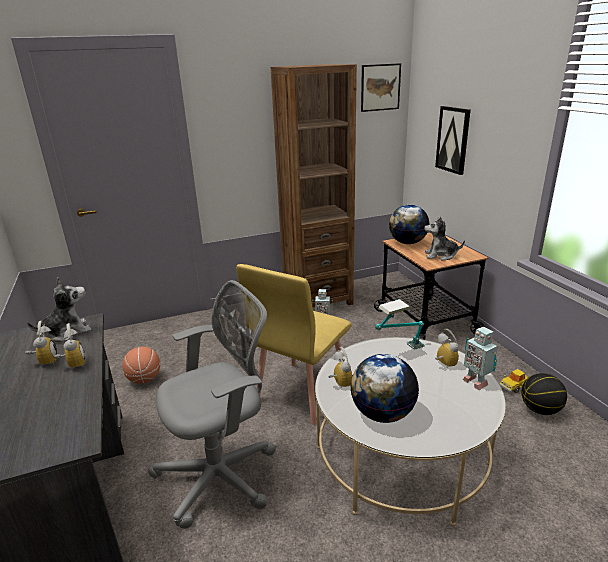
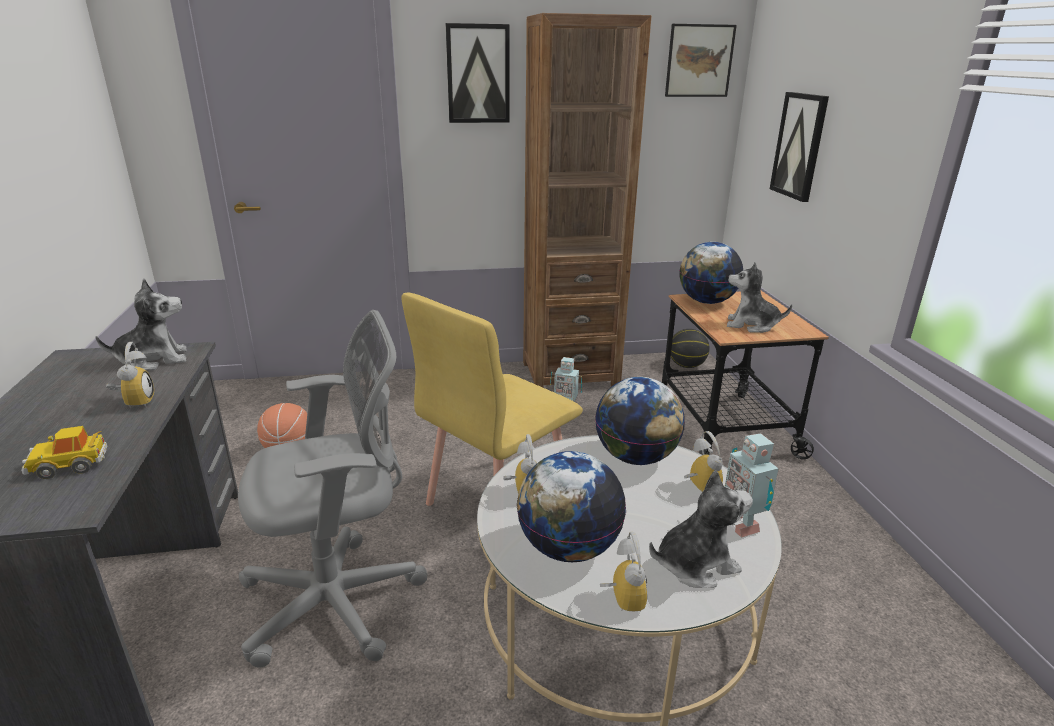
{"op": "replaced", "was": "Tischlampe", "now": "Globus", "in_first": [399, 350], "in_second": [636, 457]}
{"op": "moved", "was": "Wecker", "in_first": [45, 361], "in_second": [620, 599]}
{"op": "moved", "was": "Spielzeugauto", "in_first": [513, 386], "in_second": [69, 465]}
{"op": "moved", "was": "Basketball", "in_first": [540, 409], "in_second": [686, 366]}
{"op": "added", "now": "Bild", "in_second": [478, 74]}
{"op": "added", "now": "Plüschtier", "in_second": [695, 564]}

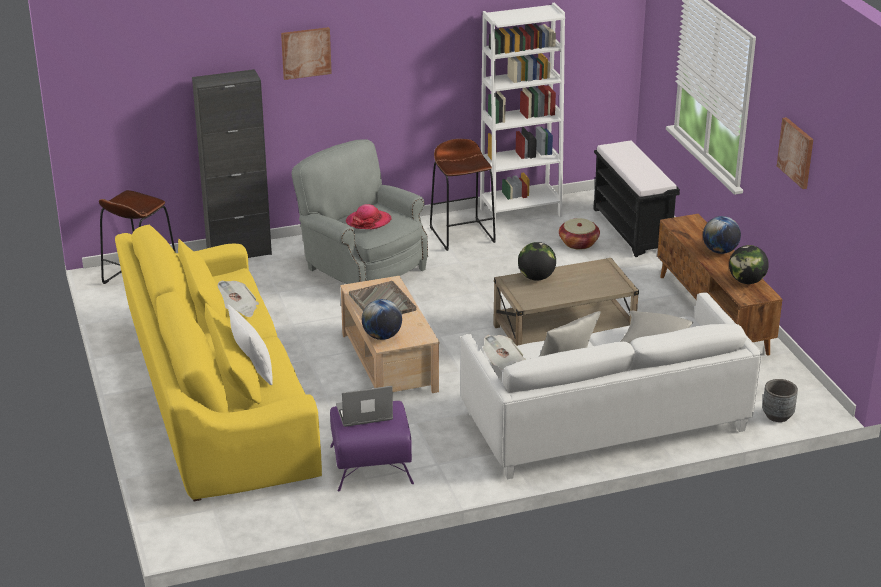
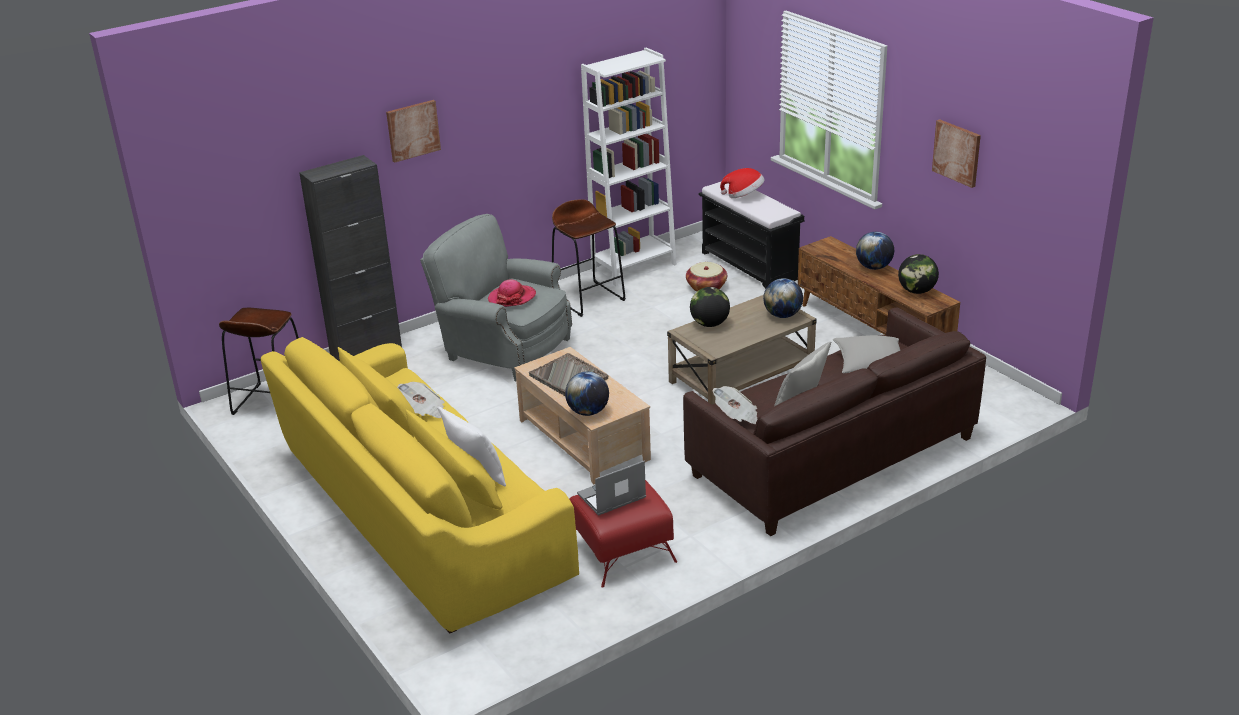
{"op": "recoloured", "was": "Sofa [weiß]", "now": "Sofa [braun]", "in_first": [604, 421], "in_second": [831, 456]}
{"op": "removed", "was": "Pflanzkübel [grau]", "in_first": [777, 416]}
{"op": "recoloured", "was": "Polsterhocker [lila]", "now": "Polsterhocker [rot]", "in_first": [370, 464], "in_second": [621, 551]}
{"op": "added", "now": "Hut", "in_second": [744, 195]}
{"op": "added", "now": "Globus", "in_second": [782, 315]}

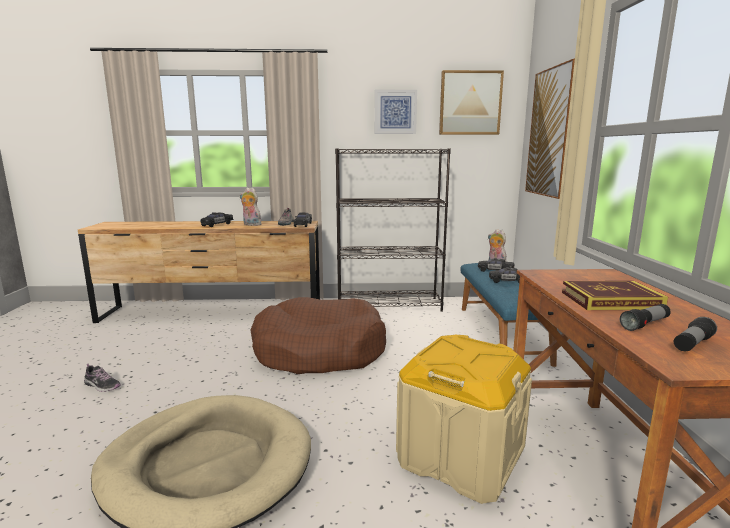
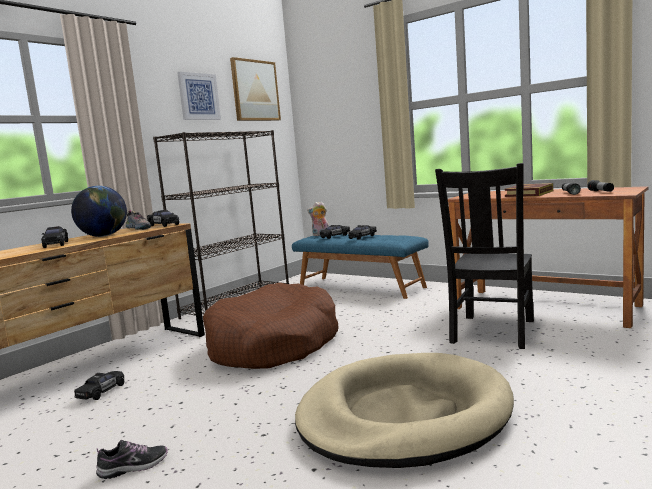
{"op": "removed", "was": "Bild", "in_first": [551, 133]}
{"op": "replaced", "was": "Plüschtier", "now": "Globus", "in_first": [251, 225], "in_second": [103, 236]}
{"op": "replaced", "was": "Aufbewahrungsbox [beige]", "now": "Stuhl [schwarz]", "in_first": [460, 456], "in_second": [492, 332]}
{"op": "added", "now": "Spielzeugauto [schwarz]", "in_second": [102, 392]}

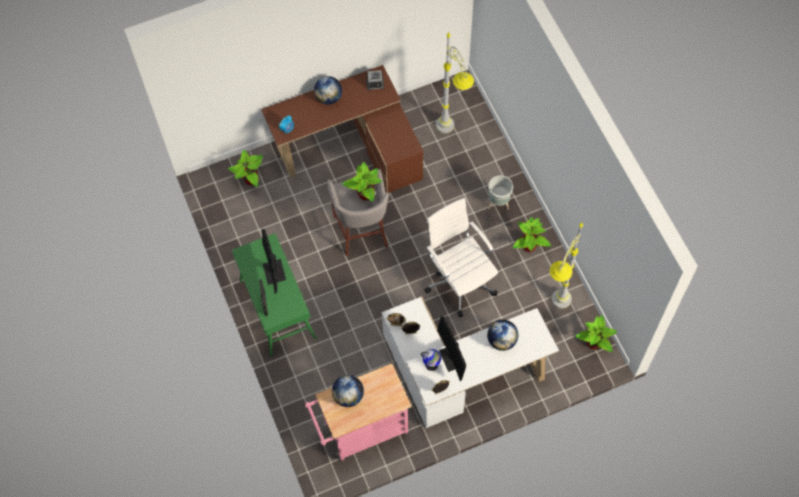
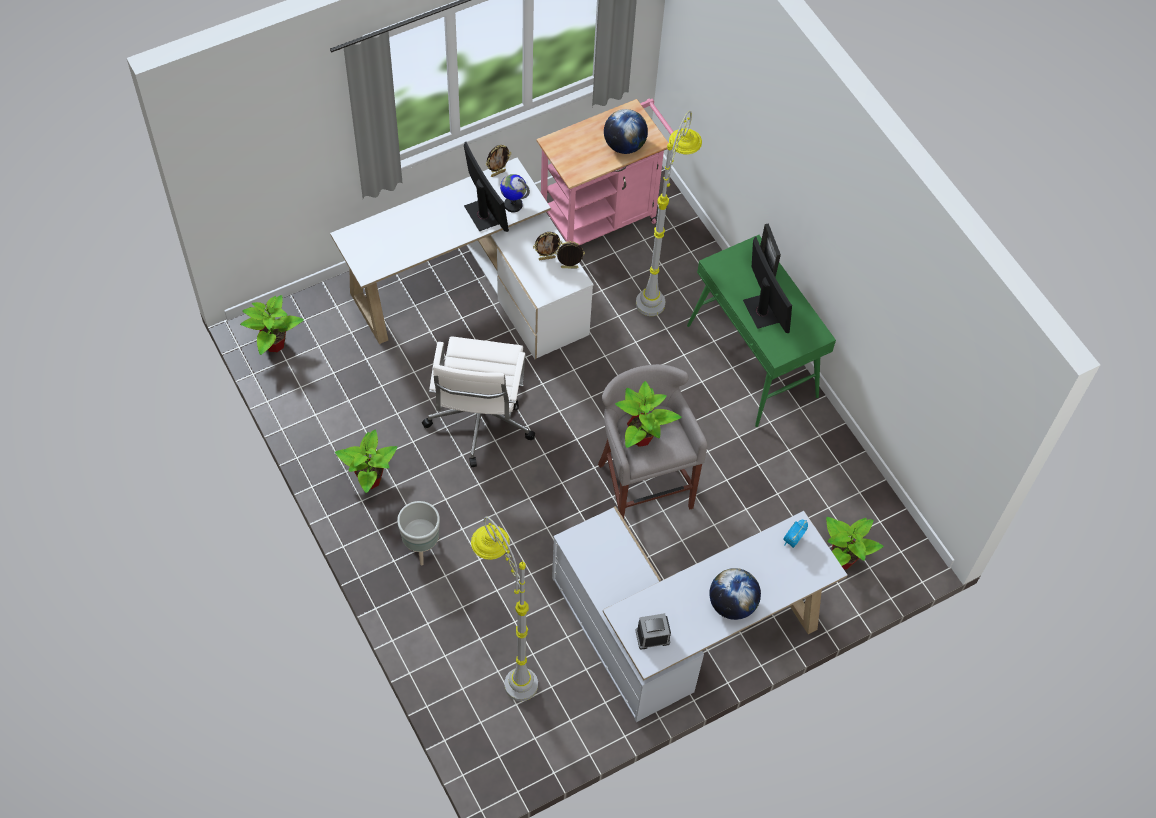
{"op": "recoloured", "was": "Schreibtisch [braun]", "now": "Schreibtisch [weiß]", "in_first": [352, 147], "in_second": [681, 630]}
{"op": "turned", "was": "Bürostuhl [weiß]", "in_first": [459, 280], "in_second": [479, 421], "clockwise": 45}
{"op": "moved", "was": "Stehlampe [grau]", "in_first": [553, 313], "in_second": [659, 284]}
{"op": "removed", "was": "Globus", "in_first": [501, 340]}

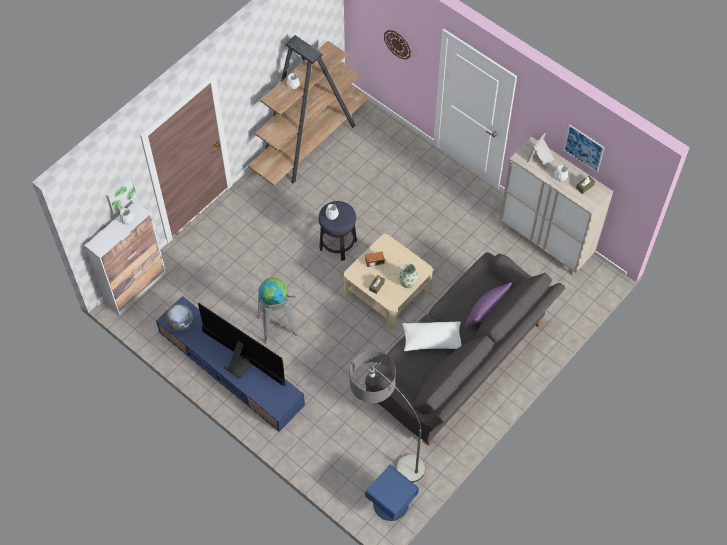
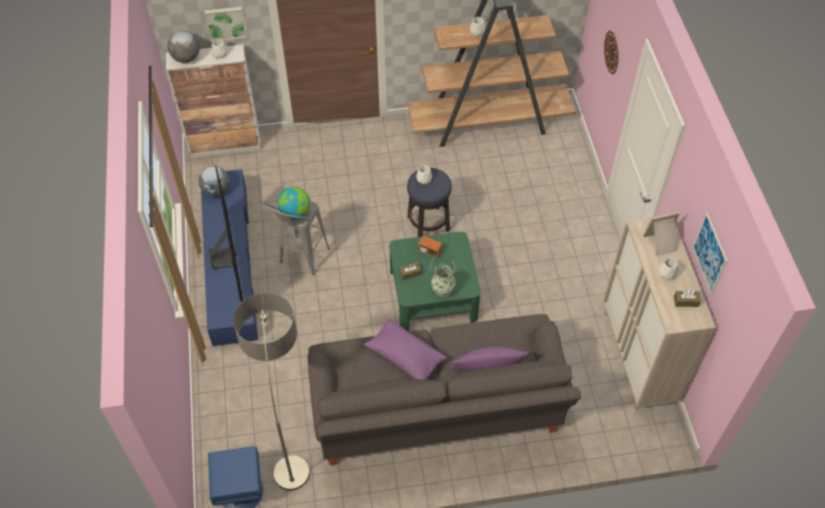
{"op": "recoloured", "was": "Couchtisch [beige]", "now": "Couchtisch [grün]", "in_first": [387, 291], "in_second": [433, 294]}
{"op": "recoloured", "was": "Kissen [weiß]", "now": "Kissen [lila]", "in_first": [432, 340], "in_second": [405, 356]}
{"op": "added", "now": "Globus", "in_second": [186, 58]}

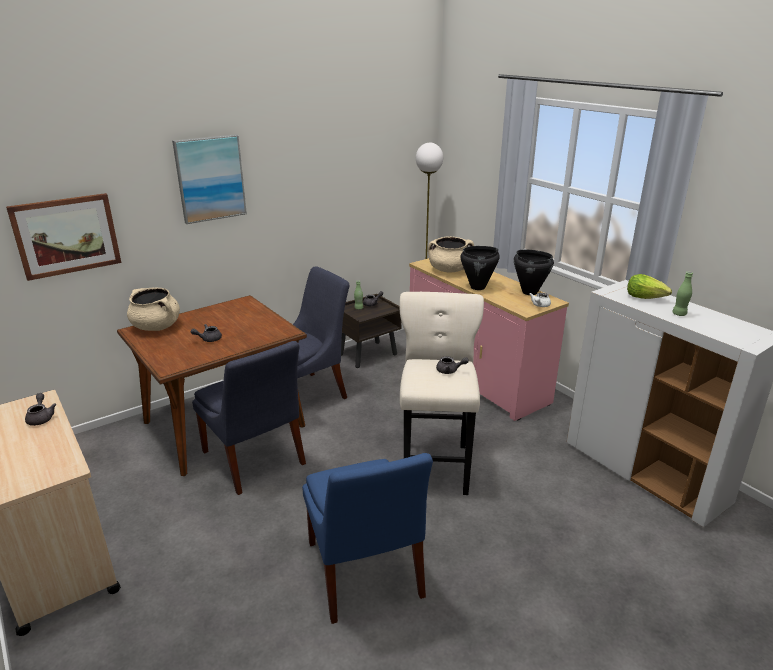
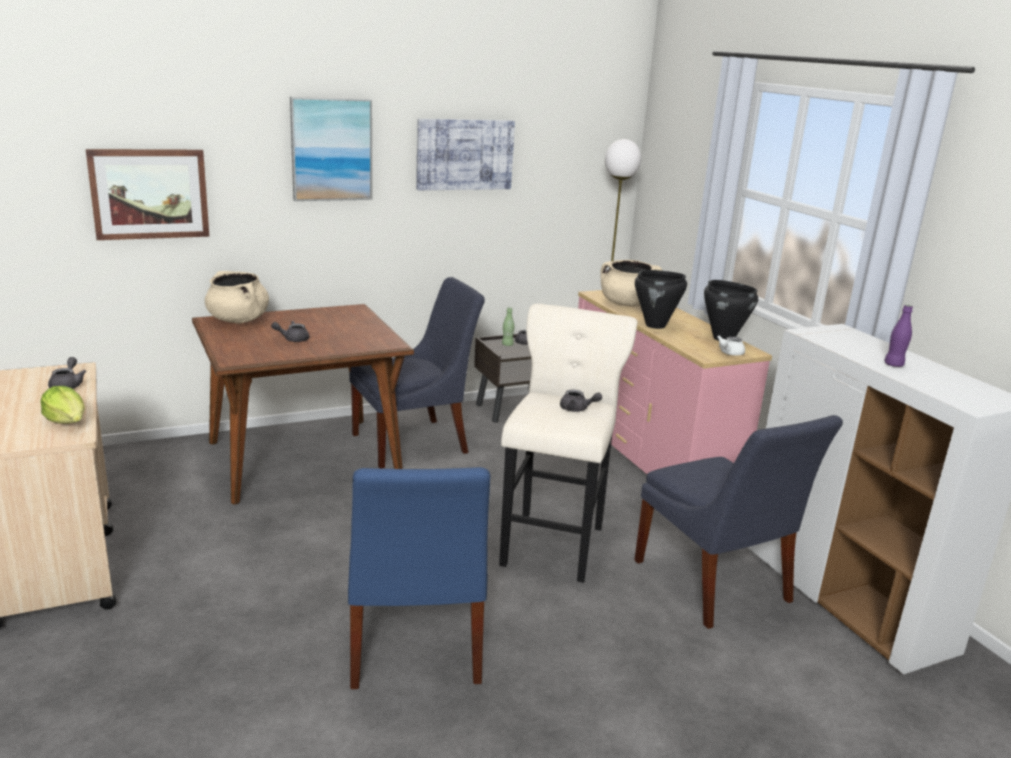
{"op": "recoloured", "was": "Flasche [grün]", "now": "Flasche [lila]", "in_first": [679, 314], "in_second": [893, 365]}
{"op": "moved", "was": "Salatkopf", "in_first": [645, 297], "in_second": [67, 422]}
{"op": "moved", "was": "Stuhl [blau]", "in_first": [254, 460], "in_second": [715, 585]}
{"op": "added", "now": "Bild", "in_second": [464, 154]}

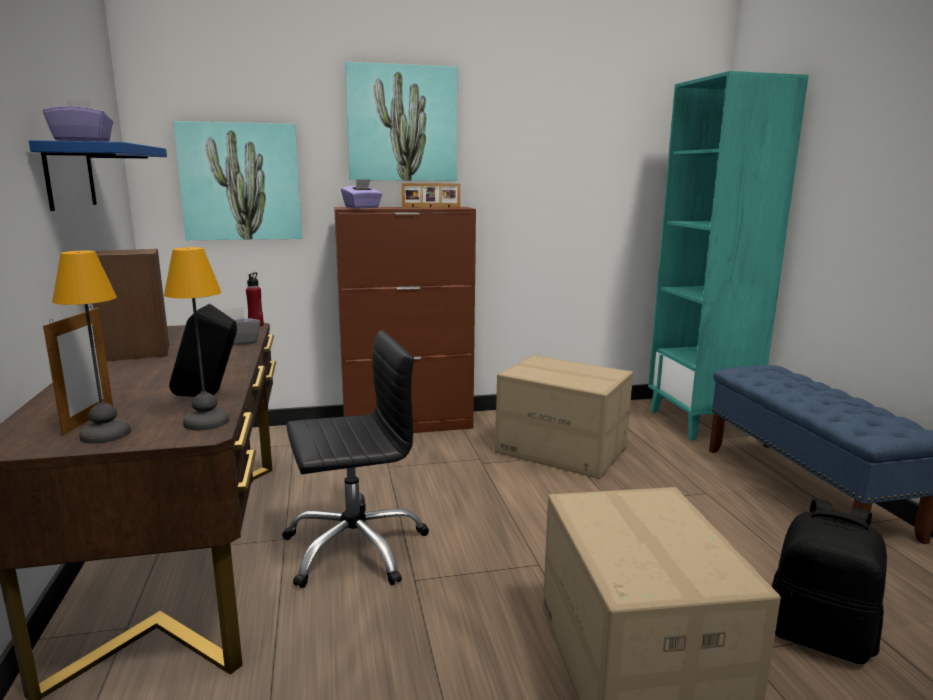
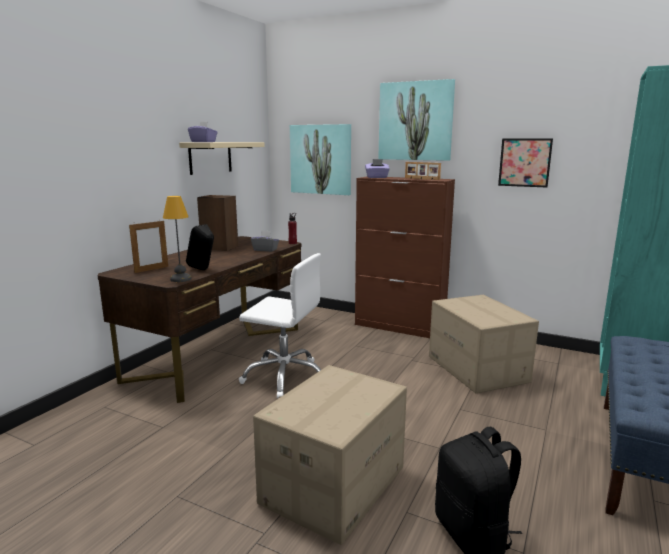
{"op": "recoloured", "was": "Wandregal [blau]", "now": "Wandregal [beige]", "in_first": [69, 176], "in_second": [210, 157]}
{"op": "removed", "was": "Tischlampe", "in_first": [107, 433]}
{"op": "recoloured", "was": "Bürostuhl [schwarz]", "now": "Bürostuhl [weiß]", "in_first": [354, 547], "in_second": [285, 376]}
{"op": "added", "now": "Bild", "in_second": [524, 162]}

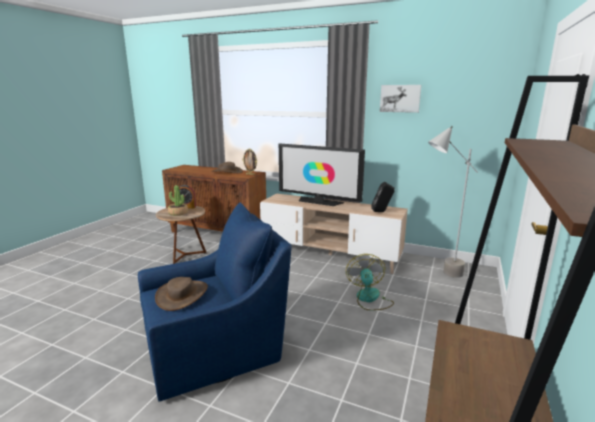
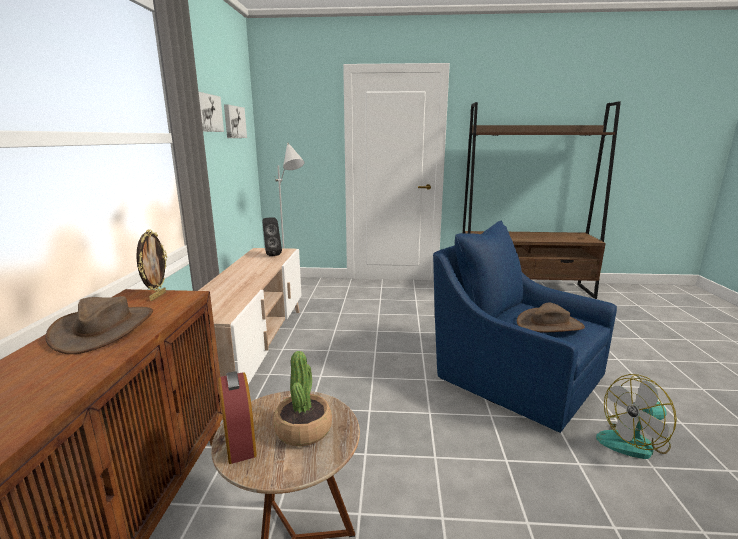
{"op": "removed", "was": "Fernseher", "in_first": [319, 201]}
{"op": "moved", "was": "Ventilator", "in_first": [369, 299], "in_second": [634, 442]}
{"op": "added", "now": "Bild", "in_second": [234, 122]}

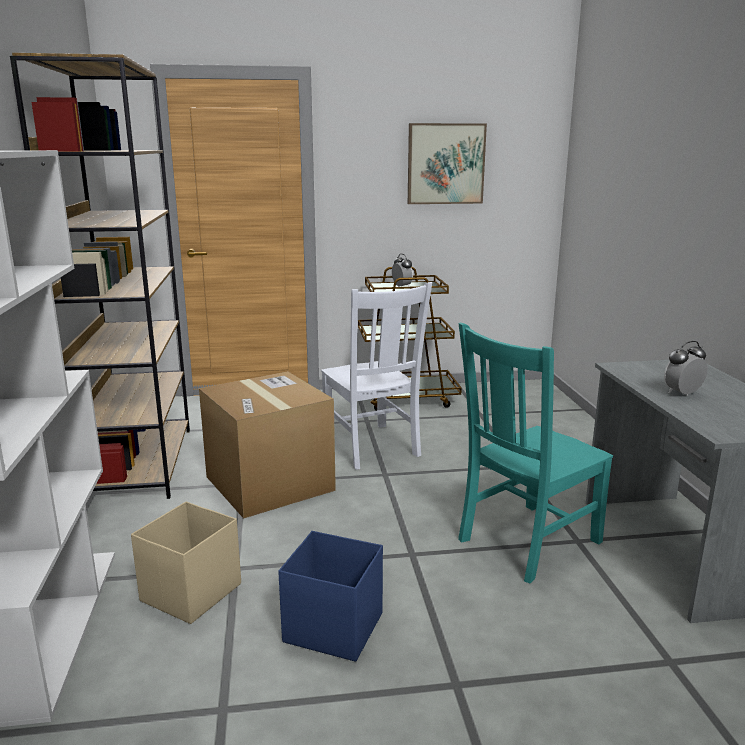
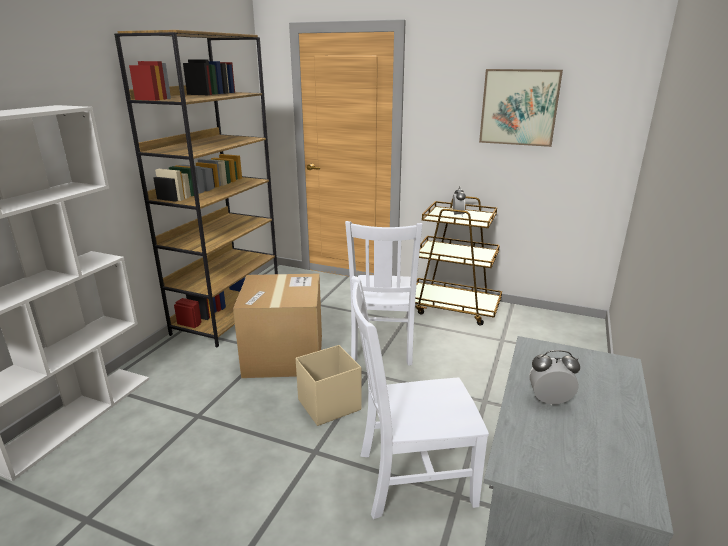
{"op": "recoloured", "was": "Stuhl [türkis]", "now": "Stuhl [weiß]", "in_first": [526, 542], "in_second": [411, 478]}
{"op": "moved", "was": "Aufbewahrungsbox [beige]", "in_first": [190, 593], "in_second": [328, 405]}
{"op": "removed", "was": "Aufbewahrungsbox [blau]", "in_first": [332, 627]}

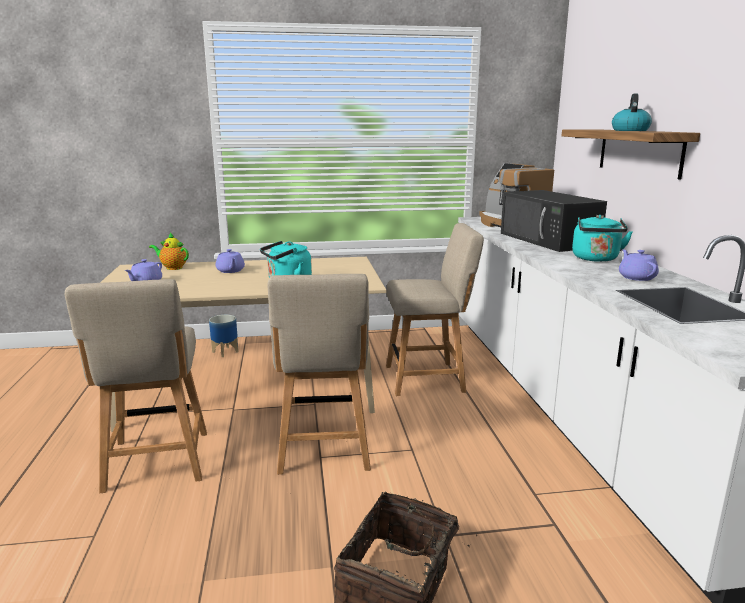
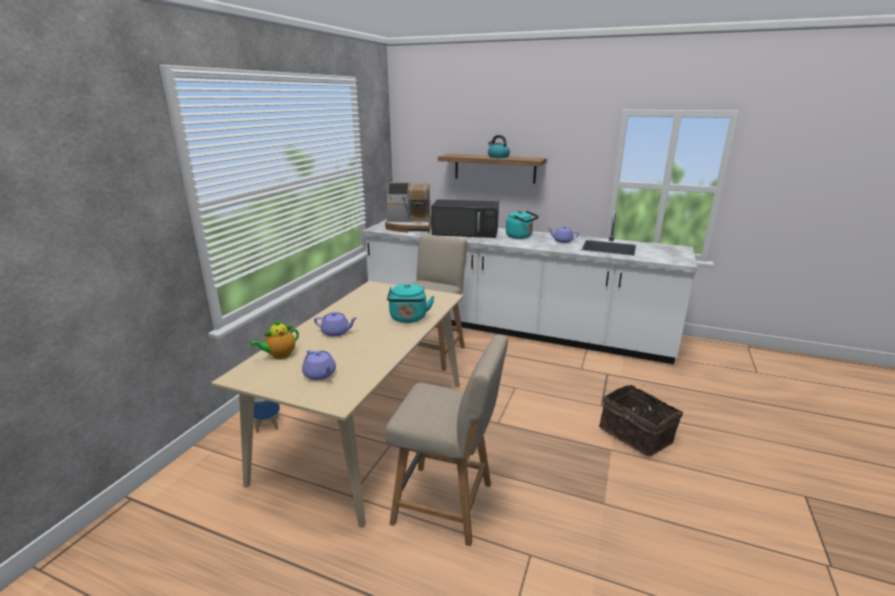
{"op": "removed", "was": "Stuhl [beige]", "in_first": [324, 451]}

